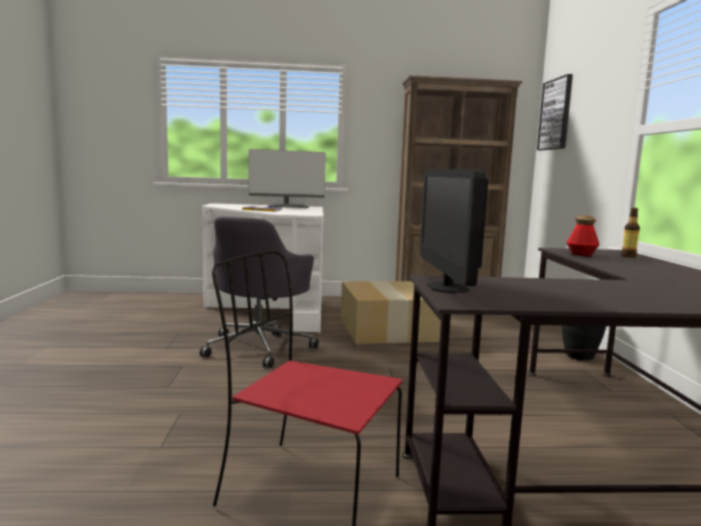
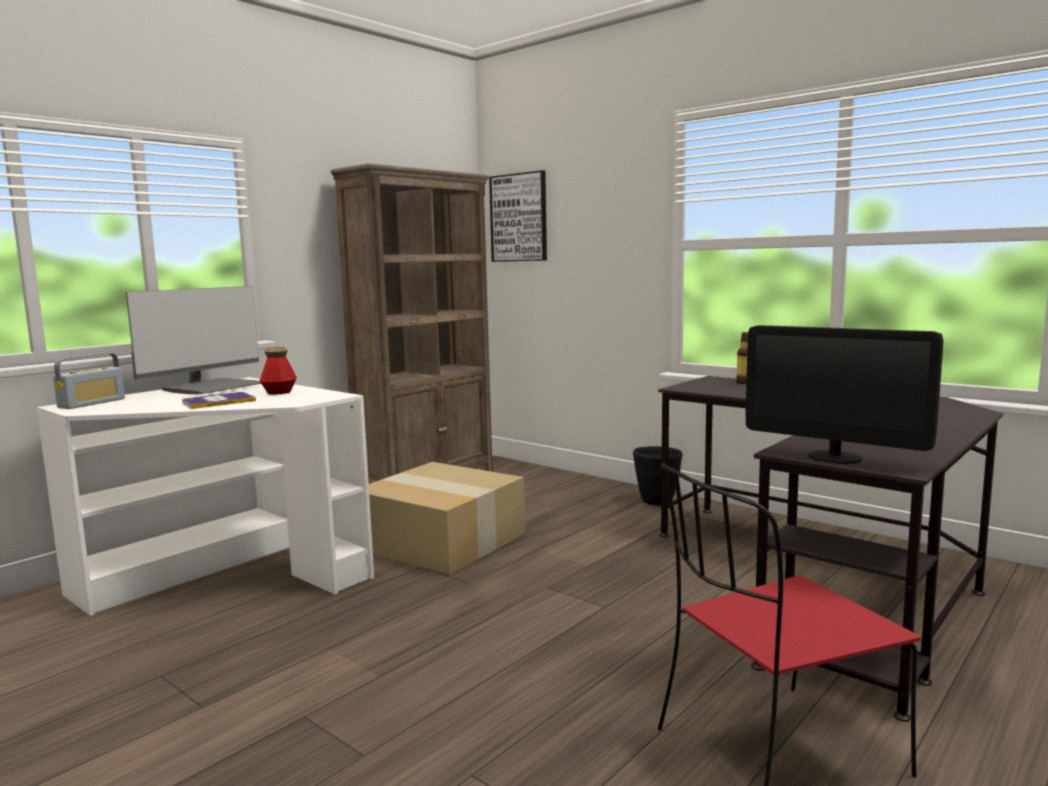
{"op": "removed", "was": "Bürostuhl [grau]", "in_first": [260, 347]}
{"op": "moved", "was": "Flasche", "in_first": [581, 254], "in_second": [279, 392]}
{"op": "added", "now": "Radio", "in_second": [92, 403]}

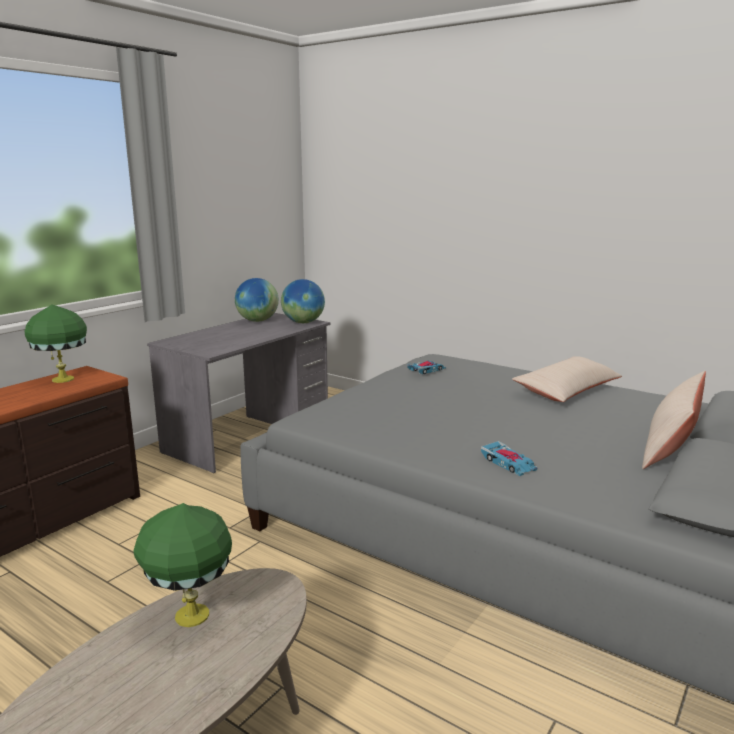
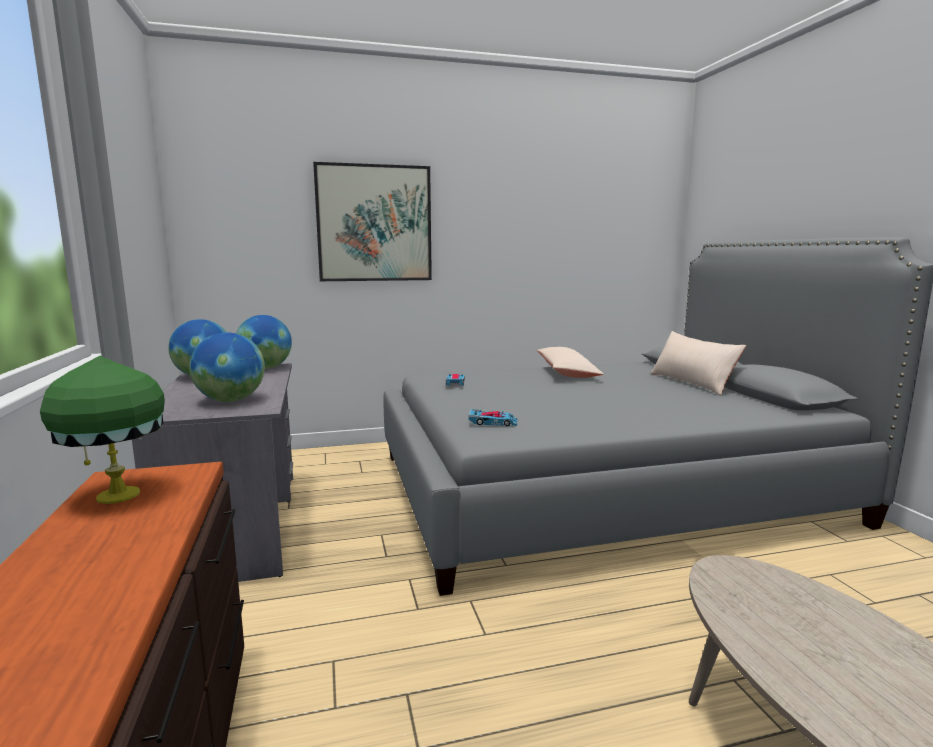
{"op": "moved", "was": "Spielzeugauto", "in_first": [508, 463], "in_second": [493, 422]}
{"op": "removed", "was": "Tischlampe [grün]", "in_first": [190, 616]}
{"op": "added", "now": "Bild", "in_second": [374, 223]}
{"op": "added", "now": "Globus", "in_second": [230, 400]}

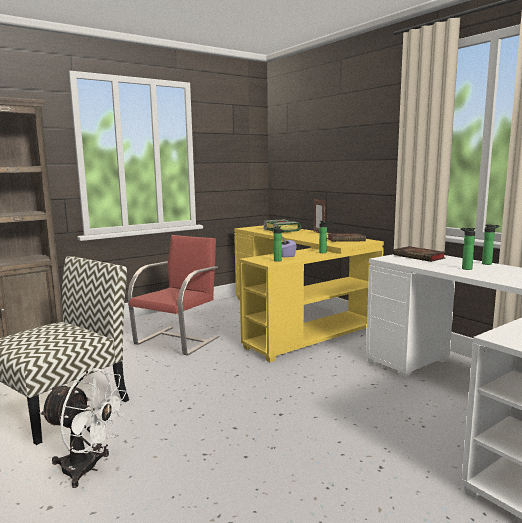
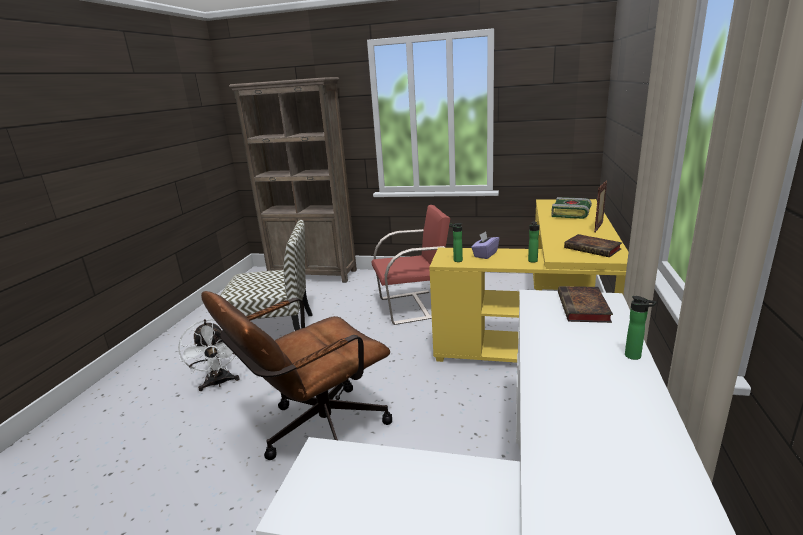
{"op": "removed", "was": "Flasche", "in_first": [465, 268]}
{"op": "added", "now": "Bürostuhl [braun]", "in_second": [315, 433]}

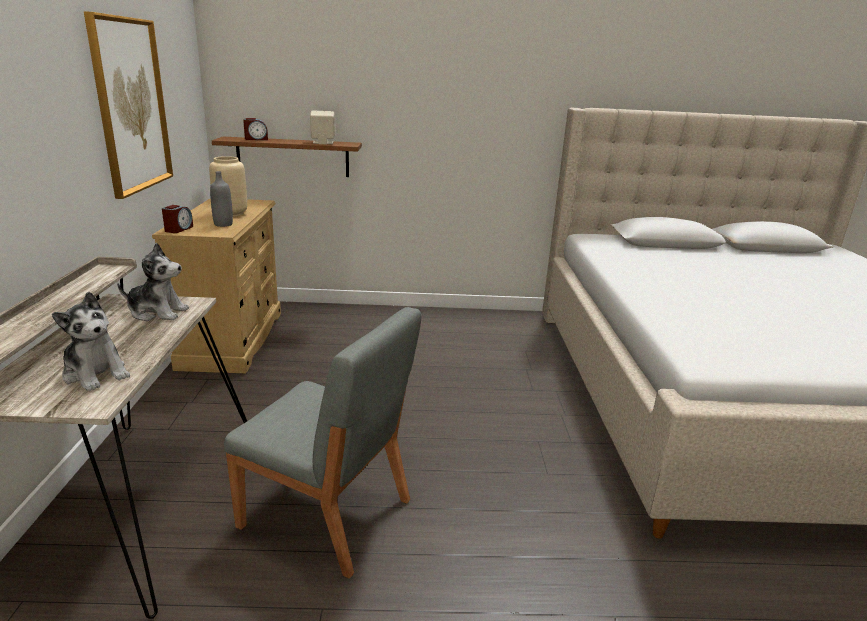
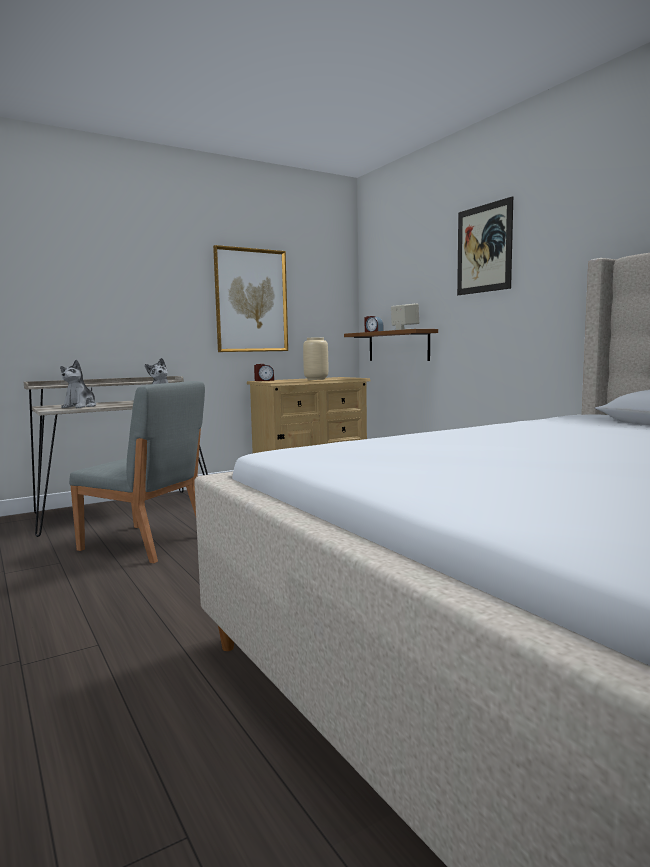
{"op": "removed", "was": "Flasche [grau]", "in_first": [223, 224]}
{"op": "turned", "was": "Stuhl [grau]", "in_first": [327, 514], "in_second": [145, 543], "clockwise": -60}
{"op": "added", "now": "Bild", "in_second": [484, 249]}

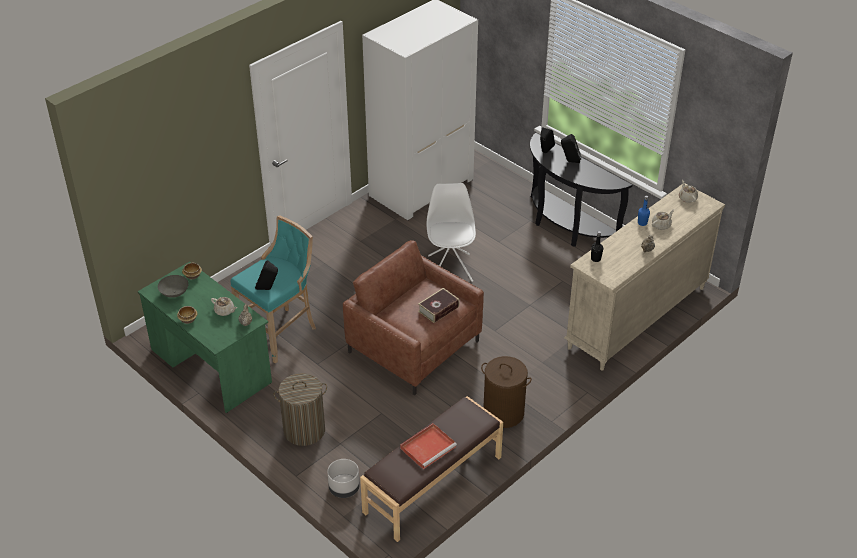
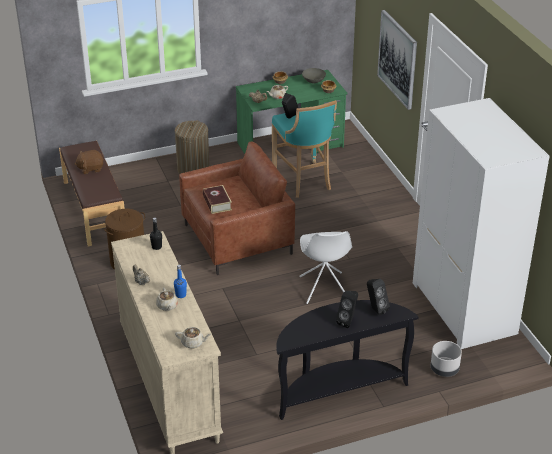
{"op": "turned", "was": "Stuhl [weiß]", "in_first": [450, 268], "in_second": [324, 289], "clockwise": 60}
{"op": "replaced", "was": "Tablett [rot]", "now": "Plüschtier [braun]", "in_first": [428, 447], "in_second": [90, 168]}
{"op": "moved", "was": "Pflanzkübel [grau]", "in_first": [344, 488], "in_second": [444, 369]}
{"op": "added", "now": "Bild", "in_second": [398, 59]}

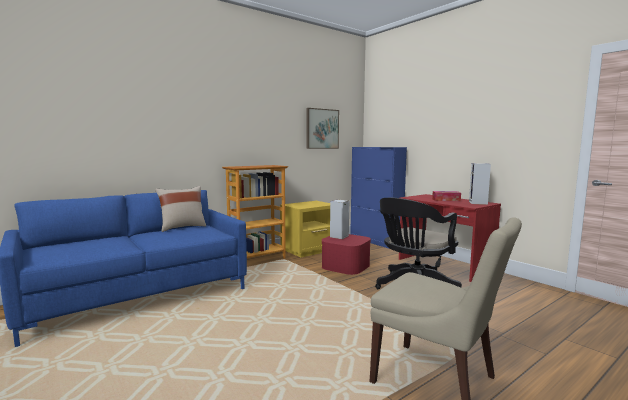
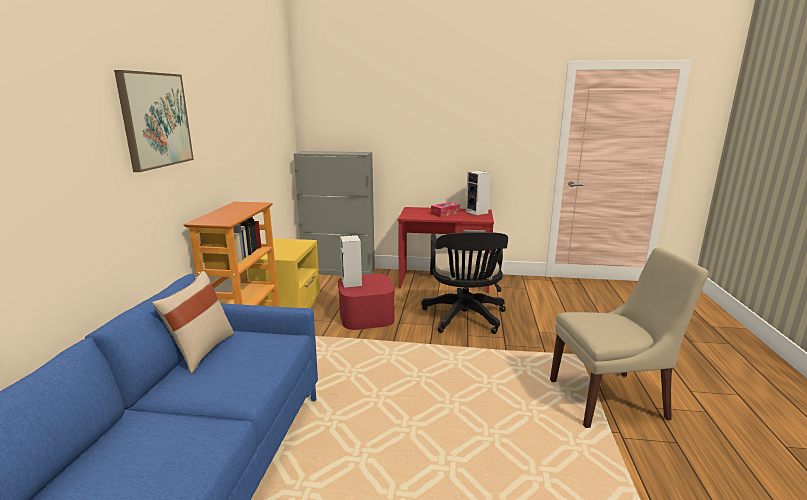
{"op": "moved", "was": "Bild", "in_first": [322, 129], "in_second": [155, 120]}
{"op": "recoloured", "was": "Schrank [blau]", "now": "Schrank [grau]", "in_first": [375, 241], "in_second": [339, 271]}

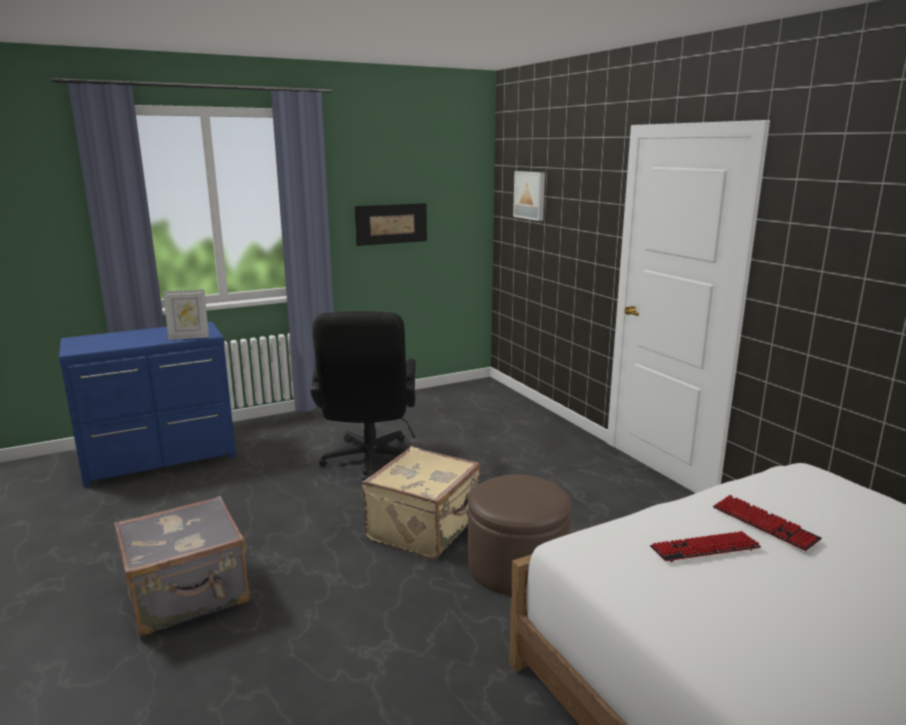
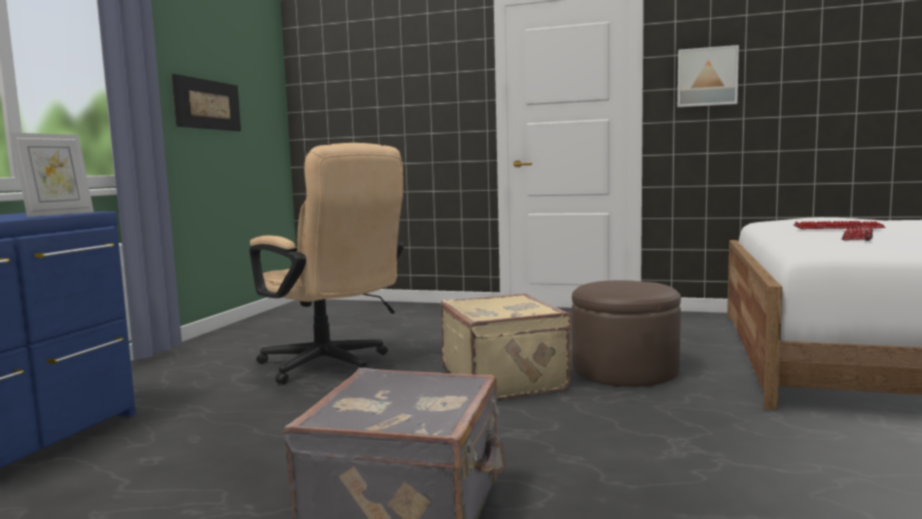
{"op": "moved", "was": "Bild", "in_first": [530, 195], "in_second": [707, 77]}
{"op": "recoloured", "was": "Bürostuhl [schwarz]", "now": "Bürostuhl [beige]", "in_first": [369, 463], "in_second": [332, 367]}

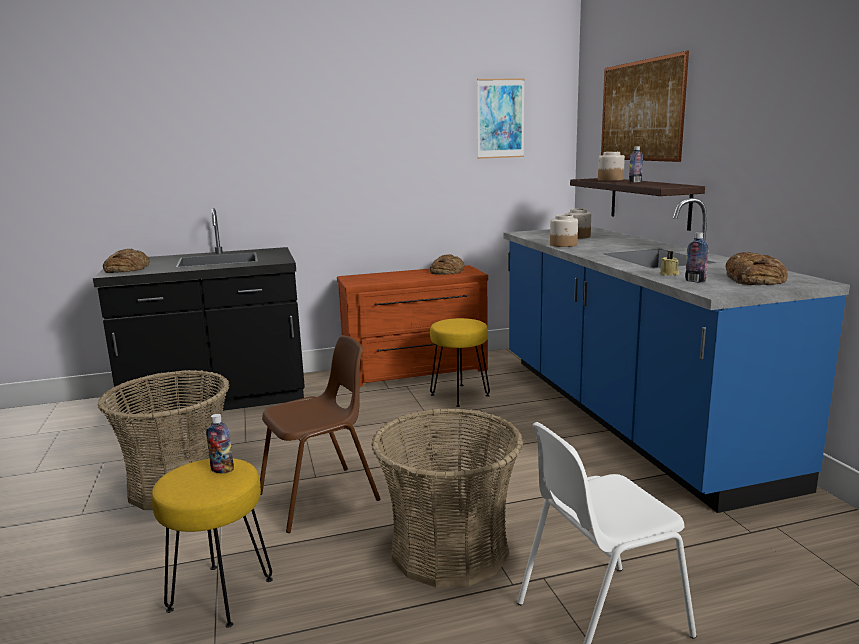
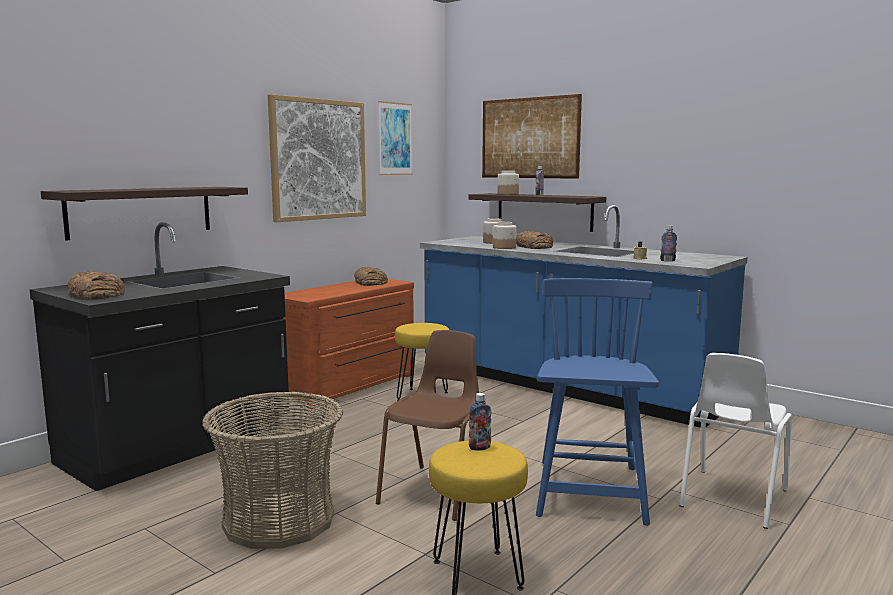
{"op": "moved", "was": "Brot", "in_first": [753, 278], "in_second": [534, 246]}
{"op": "replaced", "was": "Korb", "now": "Stuhl [blau]", "in_first": [450, 549], "in_second": [590, 492]}
{"op": "added", "now": "Bild", "in_second": [318, 159]}
{"op": "added", "now": "Wandregal", "in_second": [141, 211]}

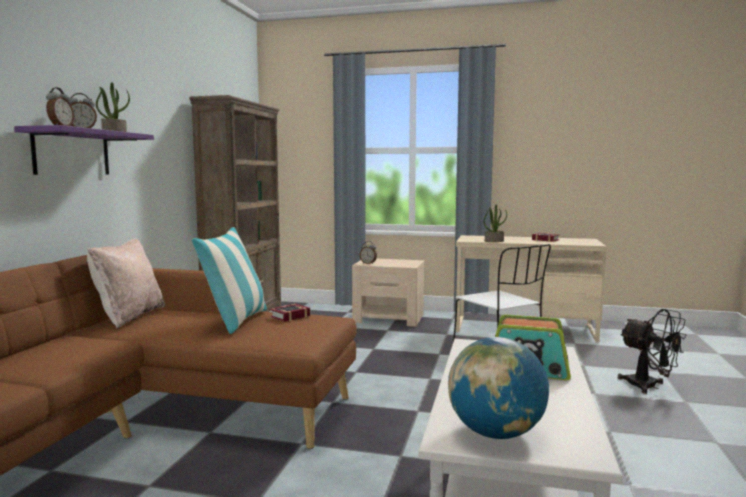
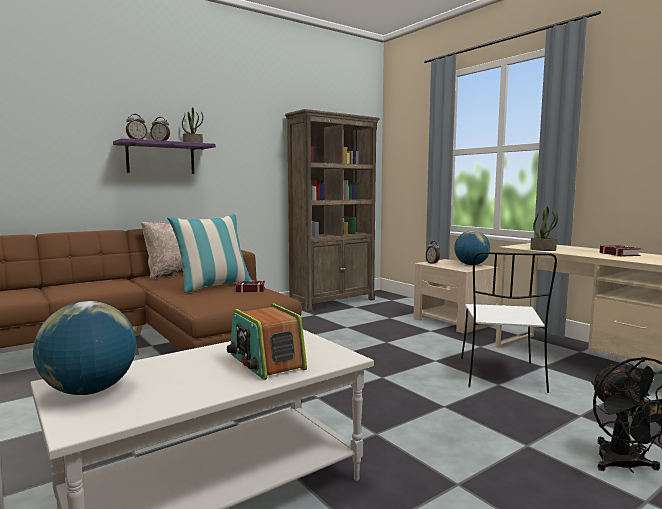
{"op": "added", "now": "Globus", "in_second": [471, 265]}

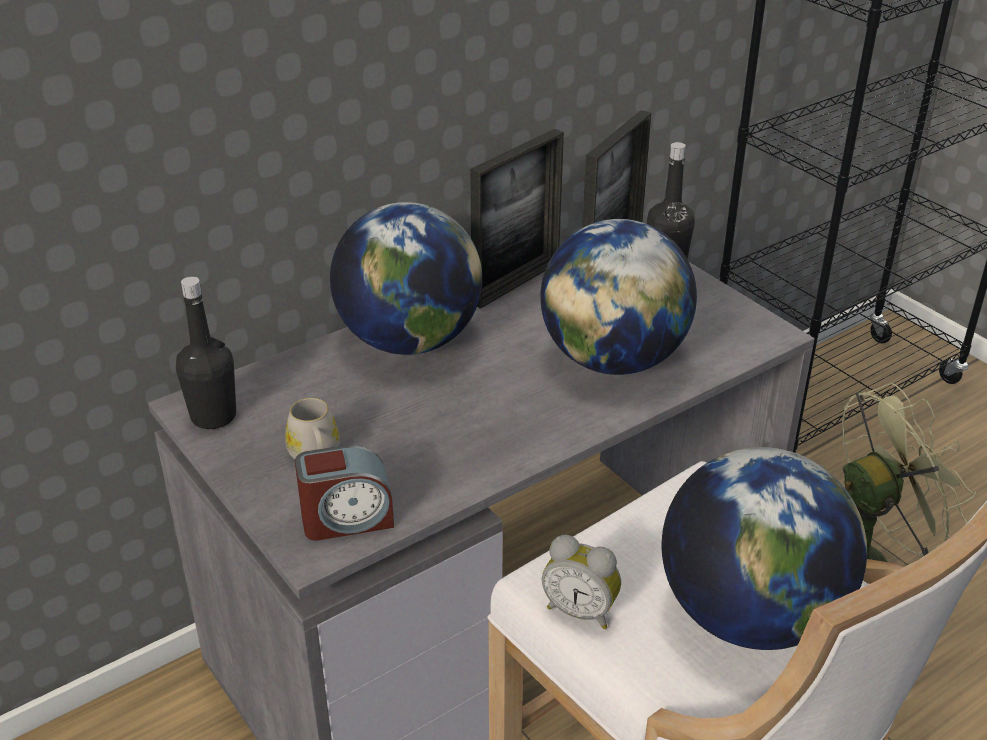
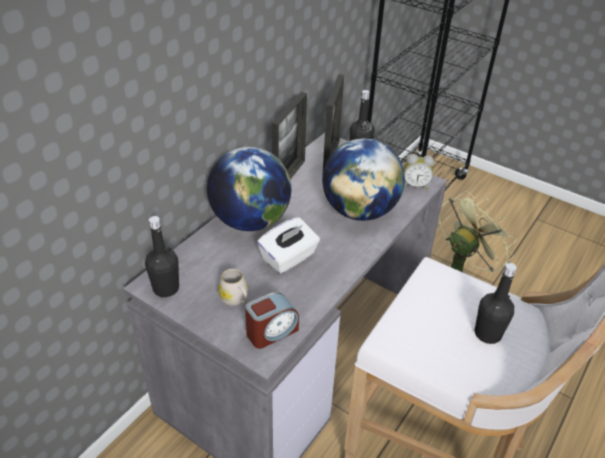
{"op": "replaced", "was": "Globus", "now": "Flasche [schwarz]", "in_first": [749, 616], "in_second": [487, 334]}
{"op": "moved", "was": "Wecker", "in_first": [581, 610], "in_second": [415, 185]}
{"op": "added", "now": "Taschentuchbox [weiß]", "in_second": [289, 258]}

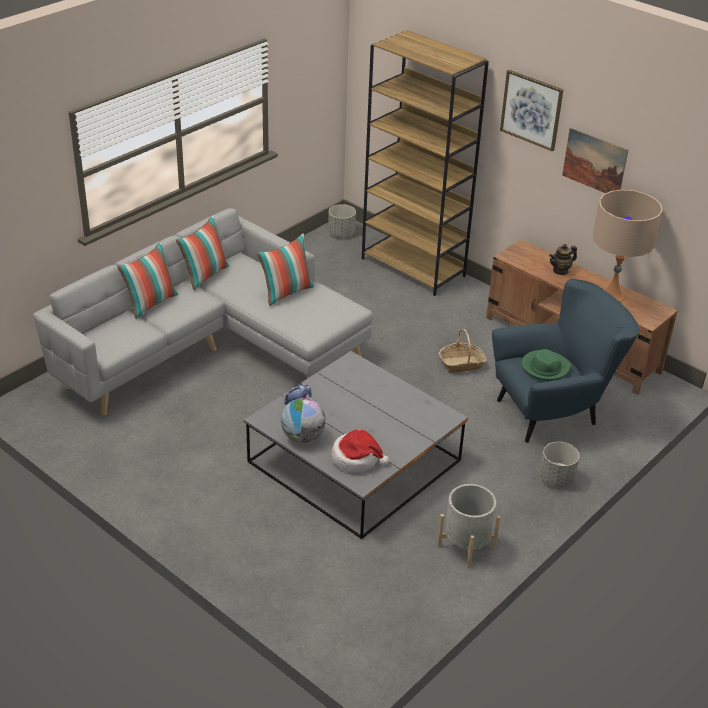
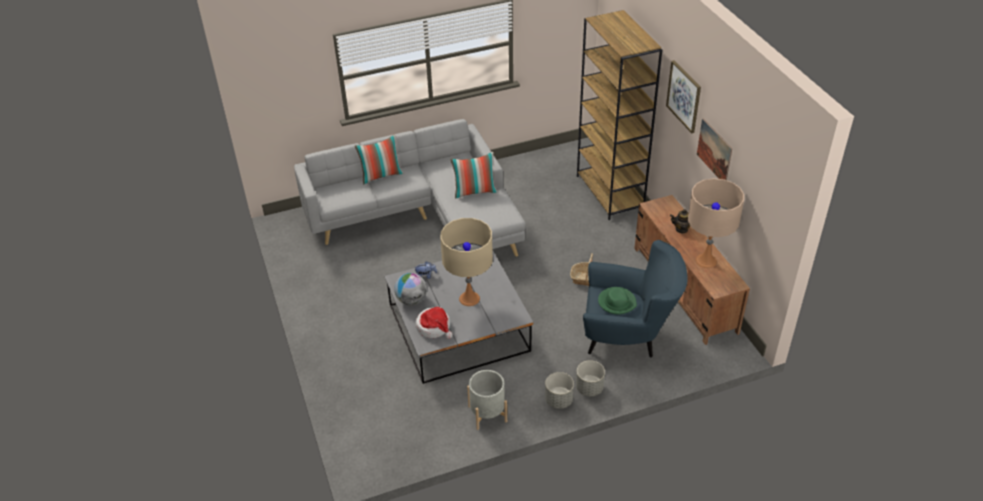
{"op": "moved", "was": "Pflanzkübel [grau]", "in_first": [341, 233], "in_second": [559, 400]}
{"op": "removed", "was": "Kissen", "in_first": [205, 275]}
{"op": "added", "now": "Tischlampe [beige]", "in_second": [469, 298]}

